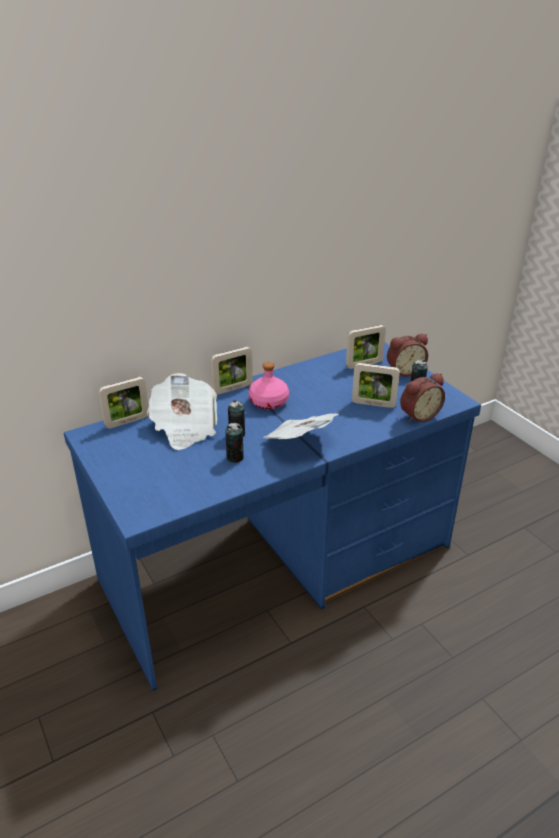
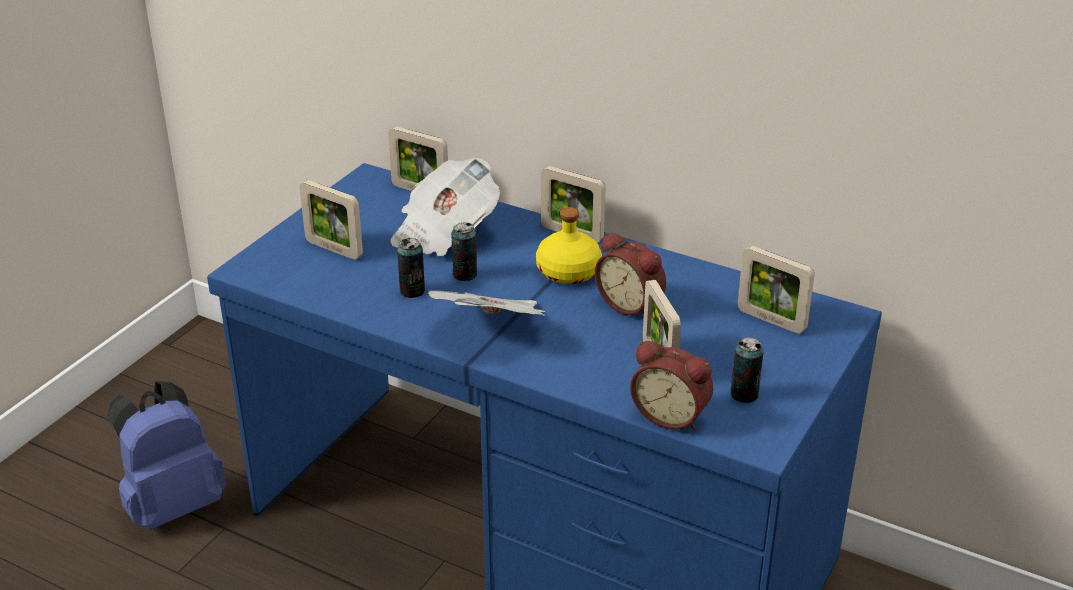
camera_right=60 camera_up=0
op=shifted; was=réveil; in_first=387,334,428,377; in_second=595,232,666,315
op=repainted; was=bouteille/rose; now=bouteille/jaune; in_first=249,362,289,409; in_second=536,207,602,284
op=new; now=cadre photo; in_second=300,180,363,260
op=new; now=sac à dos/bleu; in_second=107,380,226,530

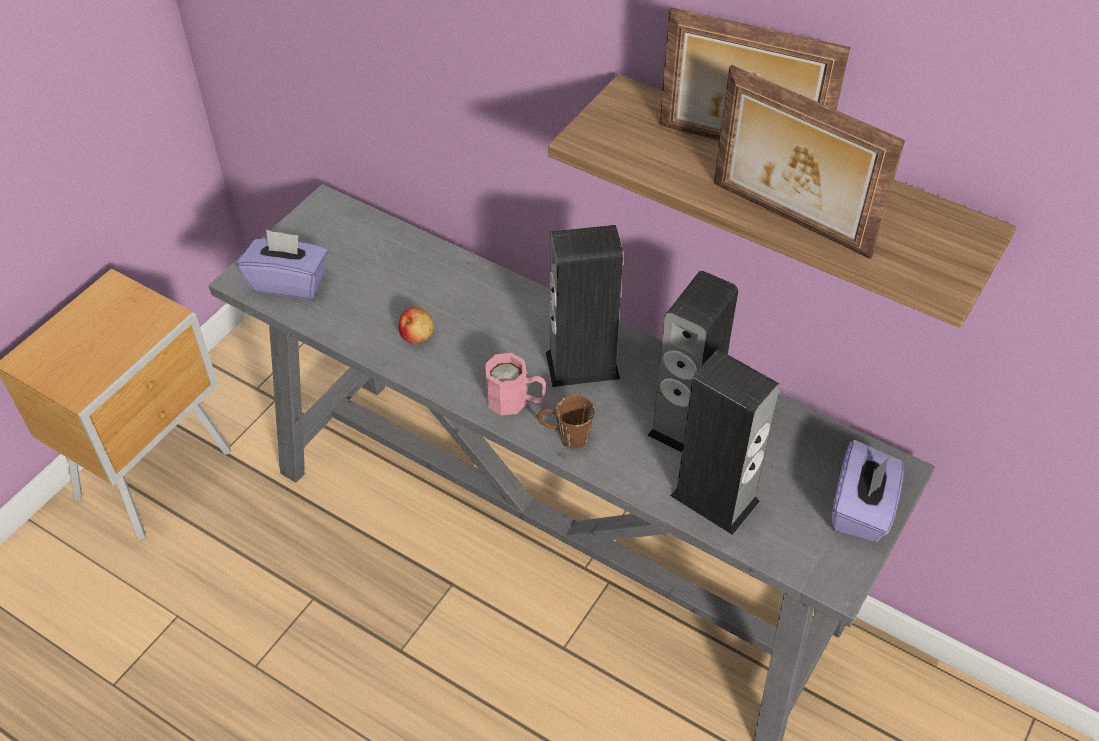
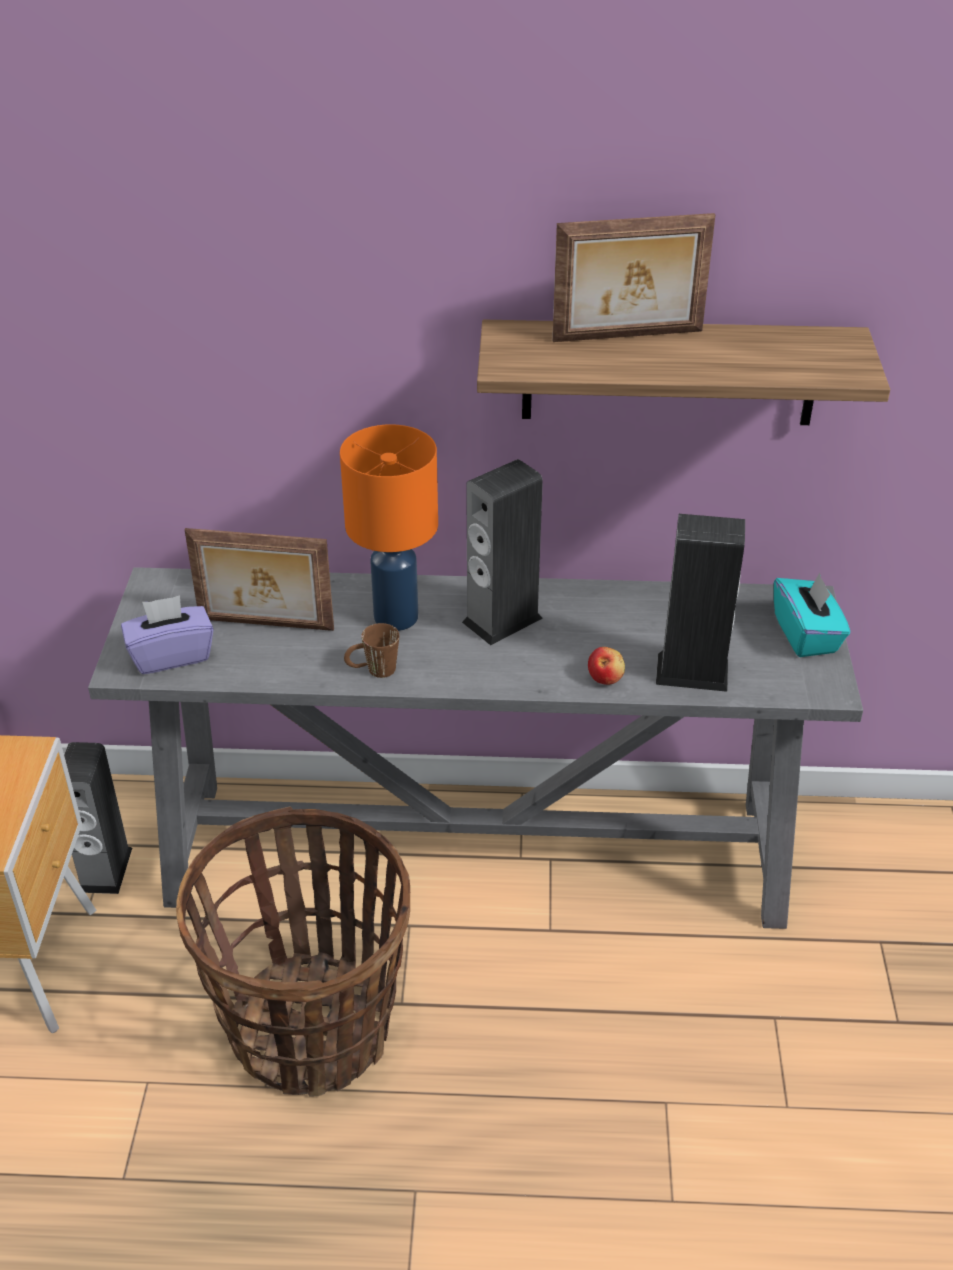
camera_right=-30 camera_up=-10
op=shifted; was=cadre photo; in_first=714,65,905,259; in_second=185,528,334,631
op=shifted; was=enceinte; in_first=647,271,738,452; in_second=64,742,132,894
op=shifted; was=pomme; in_first=399,307,434,344; in_second=588,647,625,685
op=gone; was=mug/rose; in_first=485,353,546,415
op=shifted; was=mug/marron; in_first=537,395,594,449; in_second=344,623,399,678
op=repainted; was=boîte à mouchoirs/violet; now=boîte à mouchoirs/turquoise; in_first=831,440,903,542; in_second=774,573,850,657
op=new; now=lampe de table/orange; in_second=340,424,438,631
op=new; now=panier; in_second=176,806,410,1096

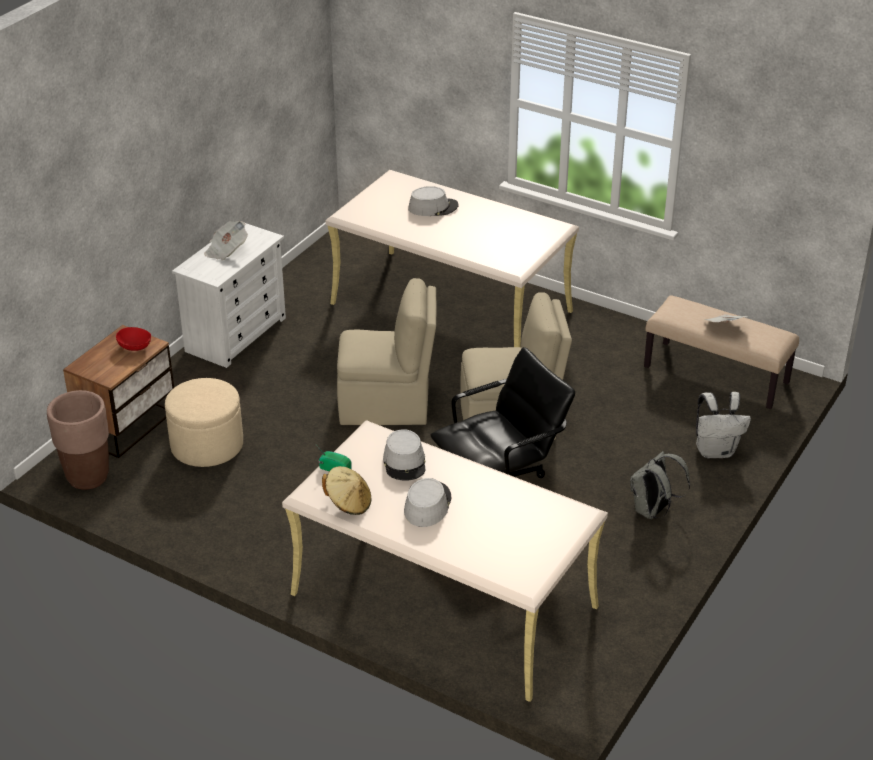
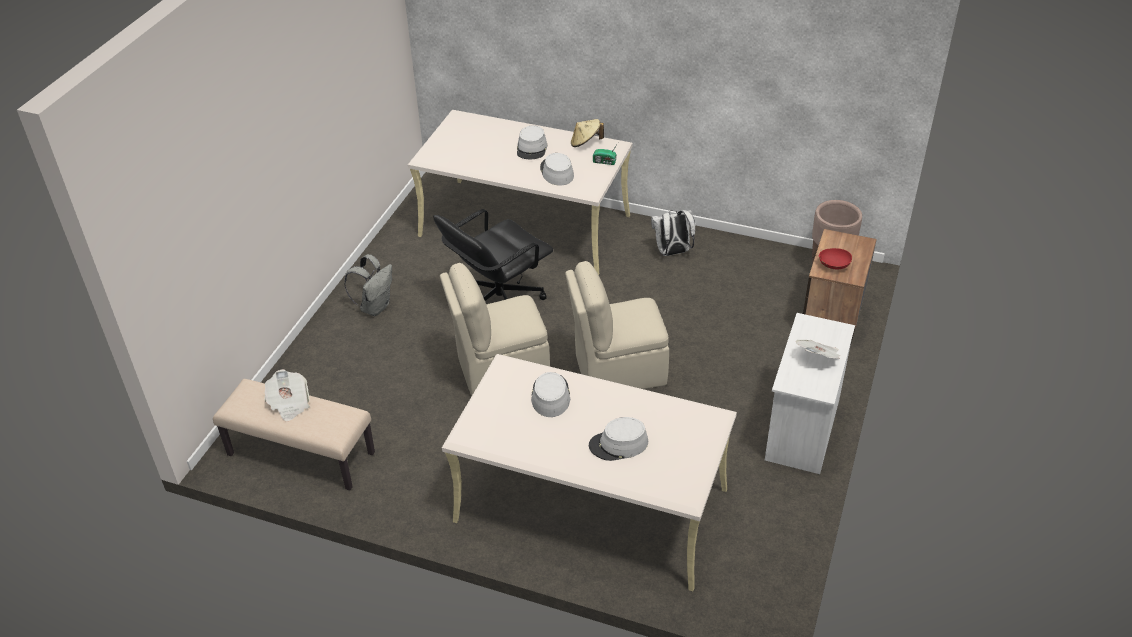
camera_right=170 camera_up=5
op=gone; was=pouf/beige; in_first=165,378,243,467
op=shifted; was=sac à dos/blanc; in_first=696,392,751,458; in_second=651,210,695,256
op=new; now=chapeau/gris; in_second=531,372,570,417

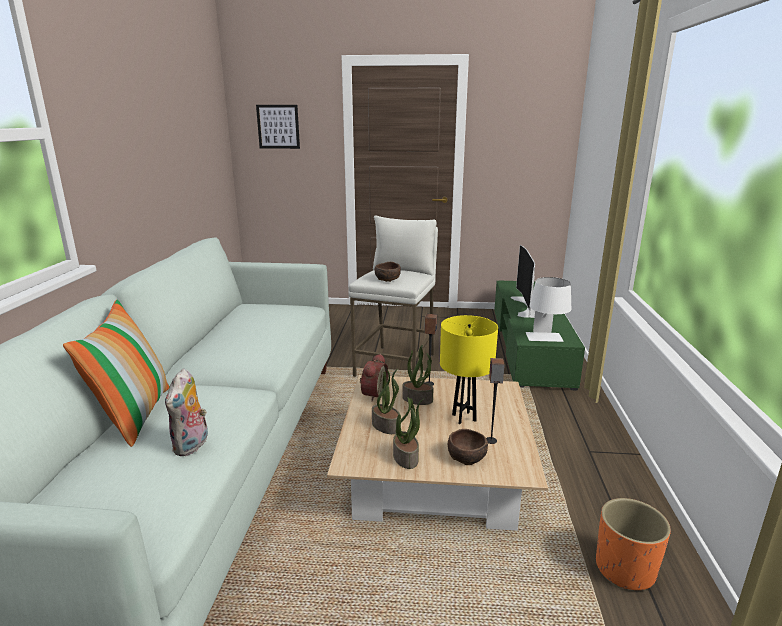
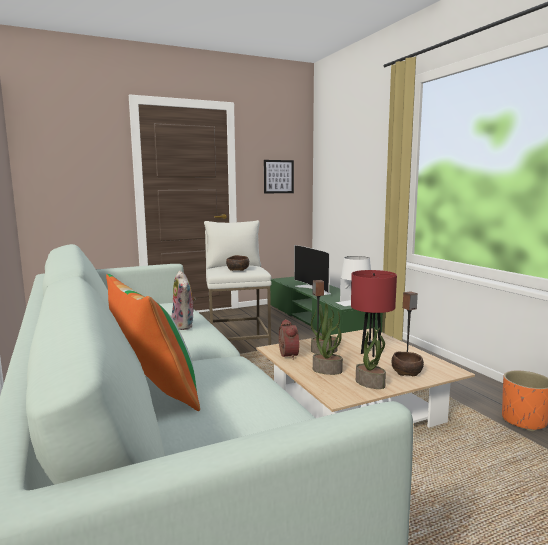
camera_right=-30 camera_up=-10
op=shifted; was=tableau; in_first=256,105,300,149; in_second=264,160,294,194
op=repainted; was=lampe de table/jaune; now=lampe de table/rouge; in_first=440,315,498,424; in_second=351,270,397,357
op=shifted; was=peluche; in_first=165,368,209,456; in_second=172,271,196,330

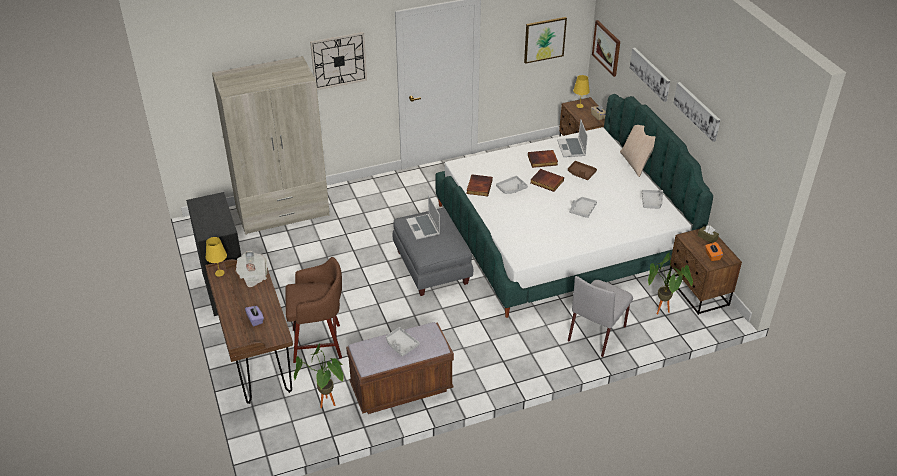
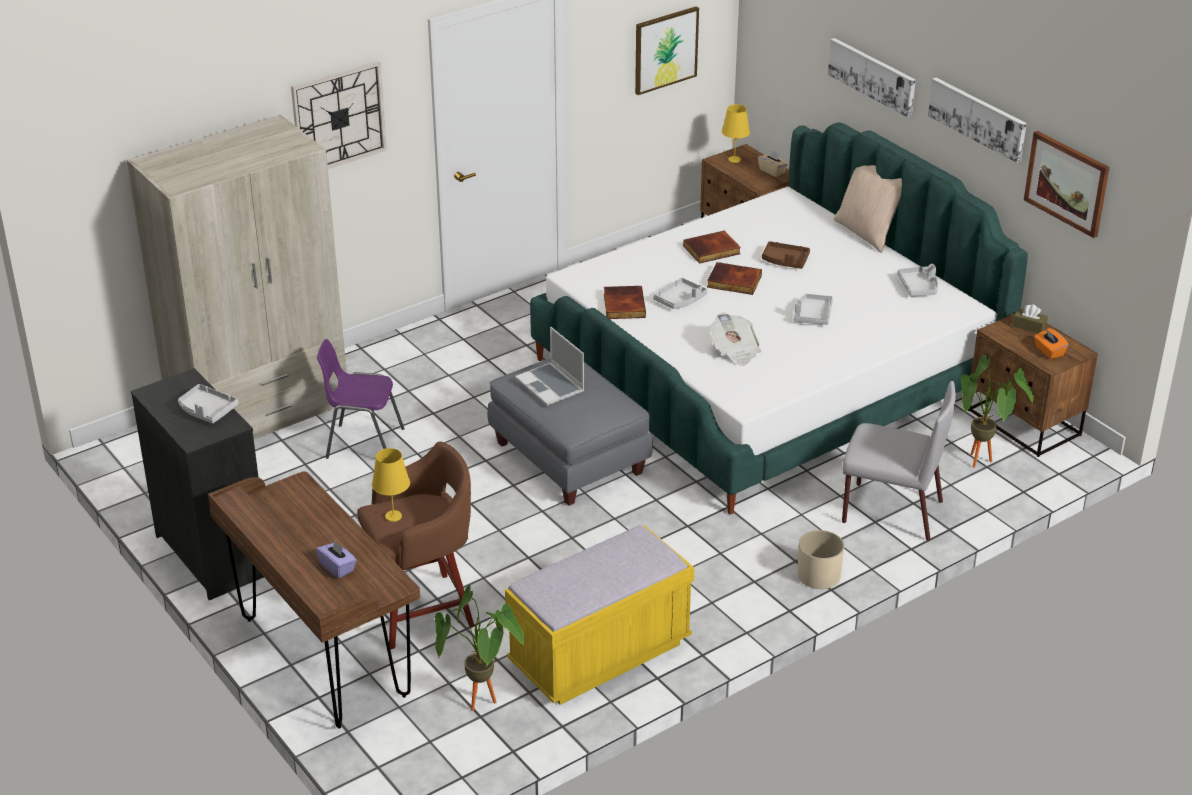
camera_right=-15 camera_up=-5
op=shifted; was=tableau; in_first=592,20,620,77; in_second=1024,131,1109,238
op=gone; was=ordinateur portable; in_first=557,119,588,157
op=shifted; was=lampe de table/jaune; in_first=206,237,227,277; in_second=372,448,410,522
op=shifted; was=journal; in_first=236,251,267,287; in_second=709,313,761,366
op=rotated; was=chaise/gris; in_first=568,276,633,357; in_second=842,381,956,541; clockwise=-90
op=repainted; was=banc/marron; now=banc/jaune; in_first=346,322,454,414; in_second=505,525,694,705
op=shifted; was=plateau/gris; in_first=386,327,419,356; in_second=178,384,239,424
op=new; now=chaise/violet; in_second=317,339,405,459
op=new; now=cache-pot/beige; in_second=797,530,844,589

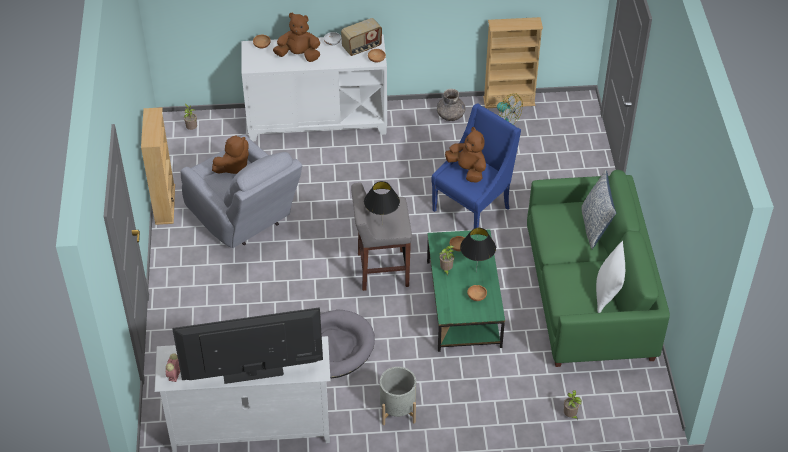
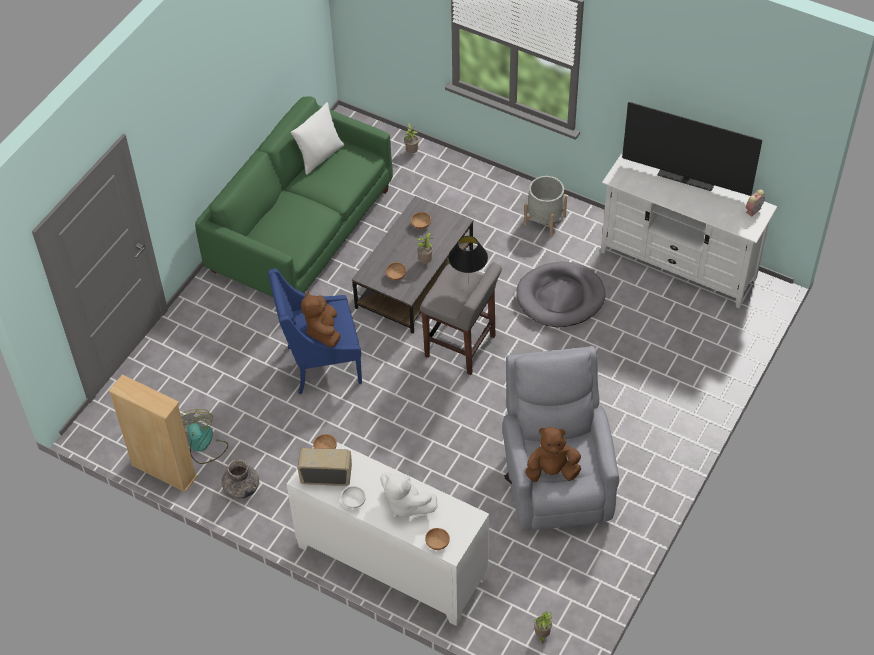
camera_right=-145 camera_up=5
op=repainted; was=peluche/marron; now=peluche/blanc; in_first=273,13,320,62; in_second=380,472,438,518
op=gone; was=bibliothèque/beige; in_first=141,107,175,225
op=gone; was=coussin; in_first=582,170,616,249
op=gone; was=lampe de table/noir; in_first=460,228,496,272
op=repainted; was=table basse/vert; now=table basse/gris; in_first=427,229,505,352; in_second=352,196,474,334

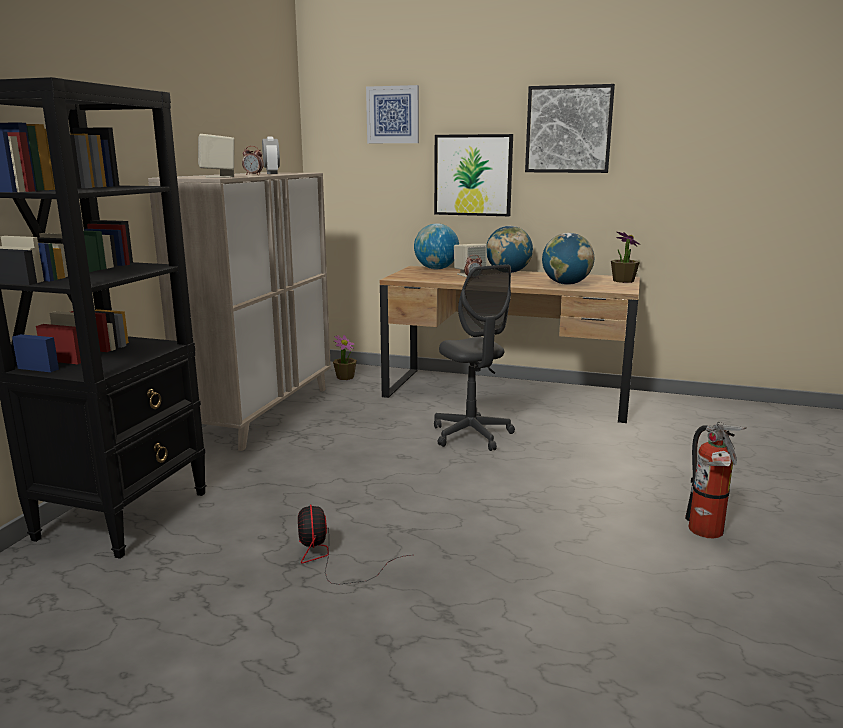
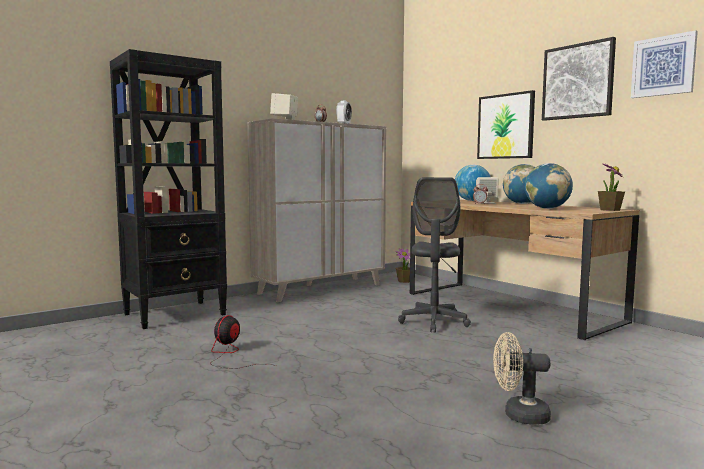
camera_right=35 camera_up=-10
op=shifted; was=tableau; in_first=366,85,419,143; in_second=631,30,698,98
op=swapped; was=extincteur; now=ventilateur/beige; in_first=685,422,746,539; in_second=493,332,551,425

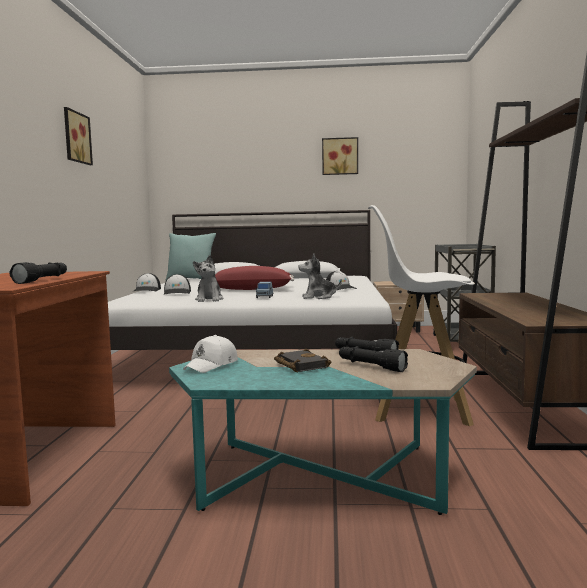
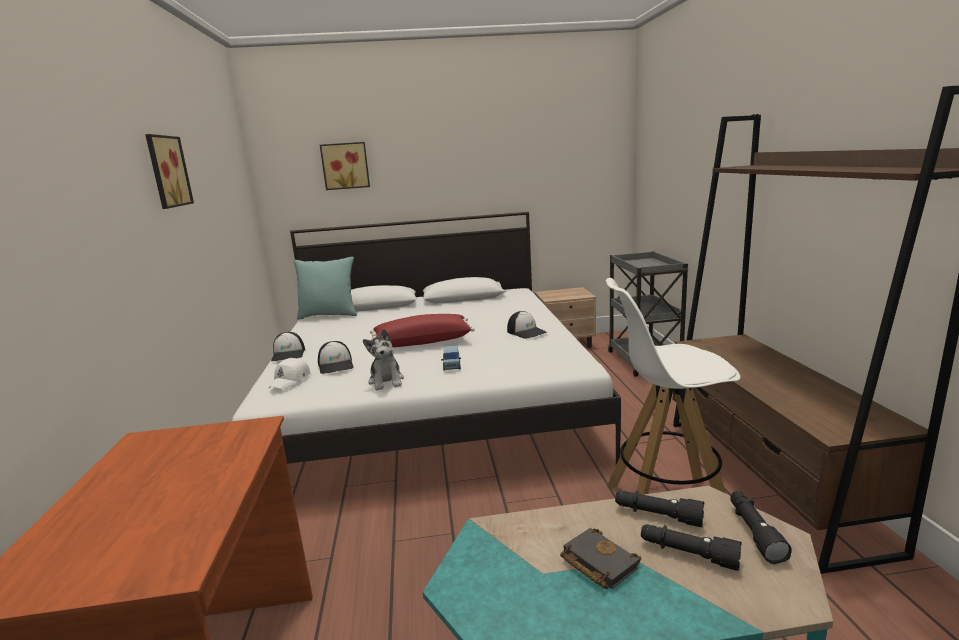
camera_right=-10 camera_up=10
op=shifted; was=tableau; in_first=322,137,358,175; in_second=320,142,370,190
op=gone; was=peluche; in_first=298,253,342,299
op=shifted; was=lampe de poche/noir; in_first=9,262,67,284; in_second=730,491,792,564
op=shifted; was=casquette/blanc; in_first=183,335,238,373; in_second=269,358,310,389

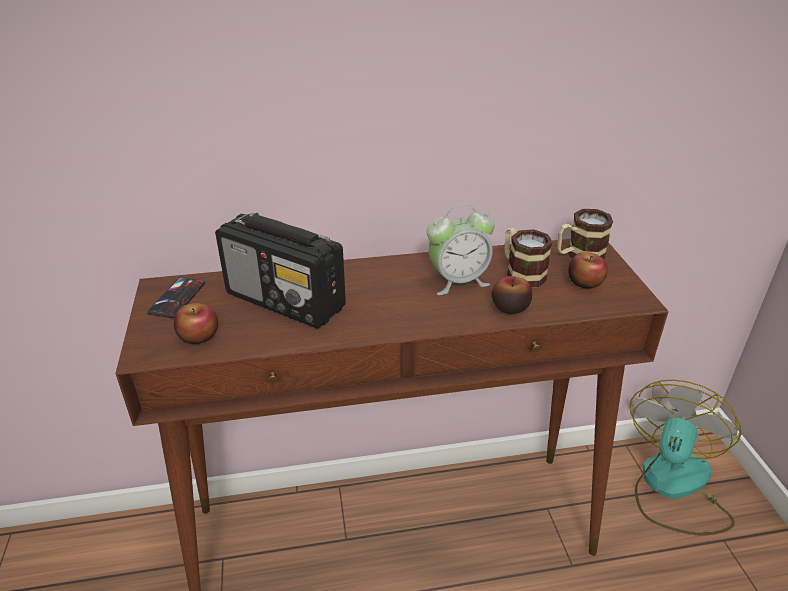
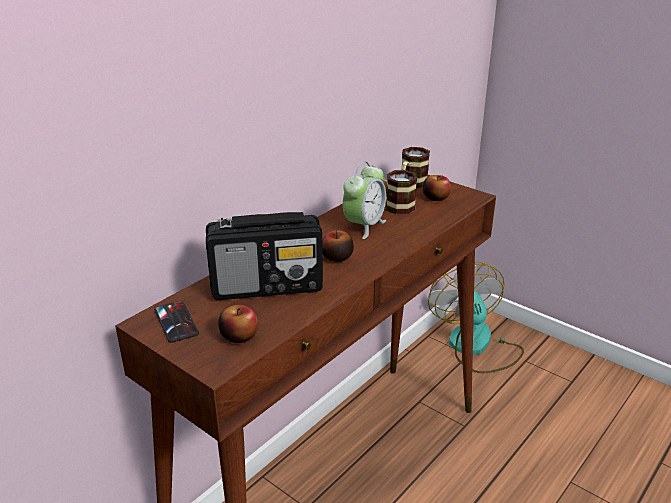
camera_right=-40 camera_up=-5
op=shifted; was=pomme; in_first=492,276,532,314; in_second=322,230,354,262

